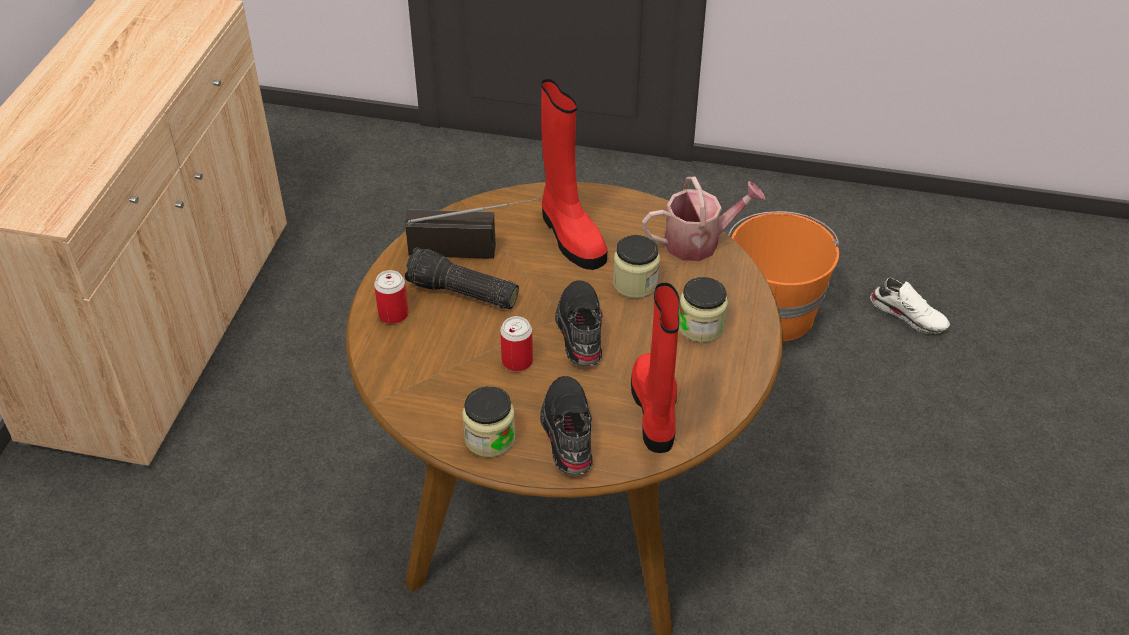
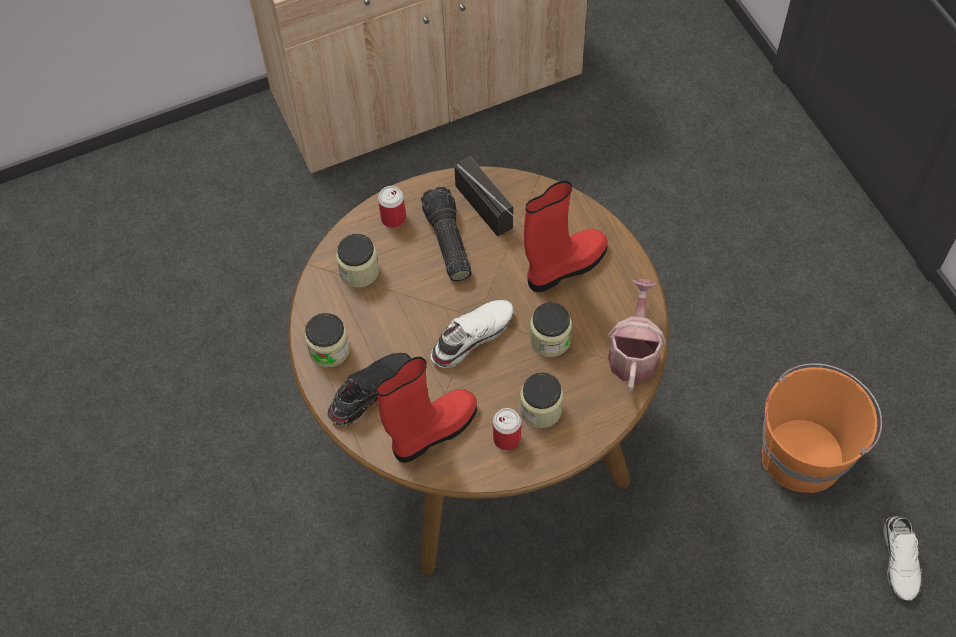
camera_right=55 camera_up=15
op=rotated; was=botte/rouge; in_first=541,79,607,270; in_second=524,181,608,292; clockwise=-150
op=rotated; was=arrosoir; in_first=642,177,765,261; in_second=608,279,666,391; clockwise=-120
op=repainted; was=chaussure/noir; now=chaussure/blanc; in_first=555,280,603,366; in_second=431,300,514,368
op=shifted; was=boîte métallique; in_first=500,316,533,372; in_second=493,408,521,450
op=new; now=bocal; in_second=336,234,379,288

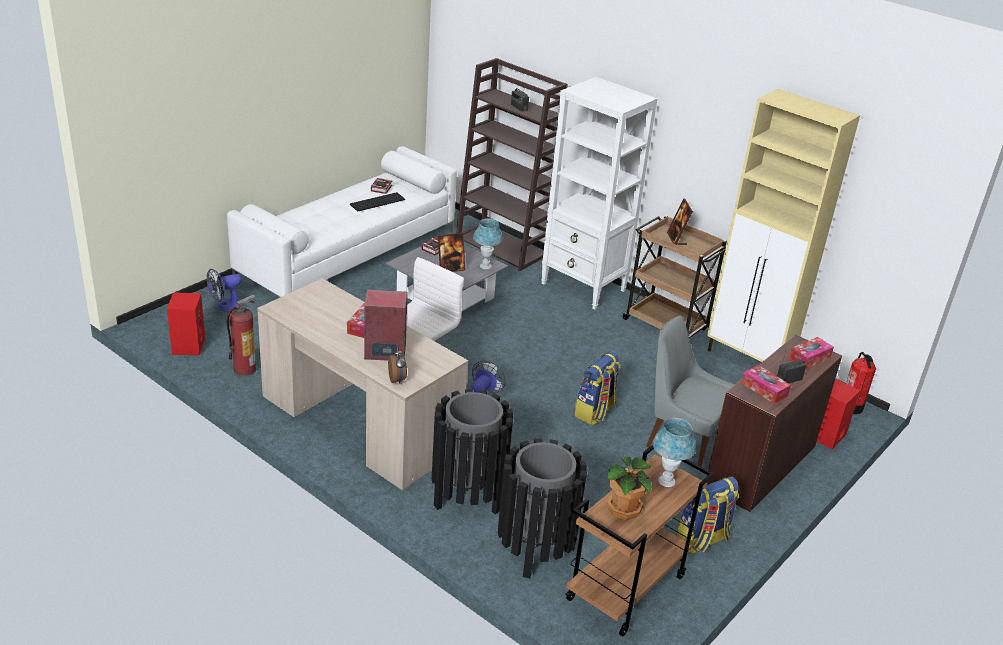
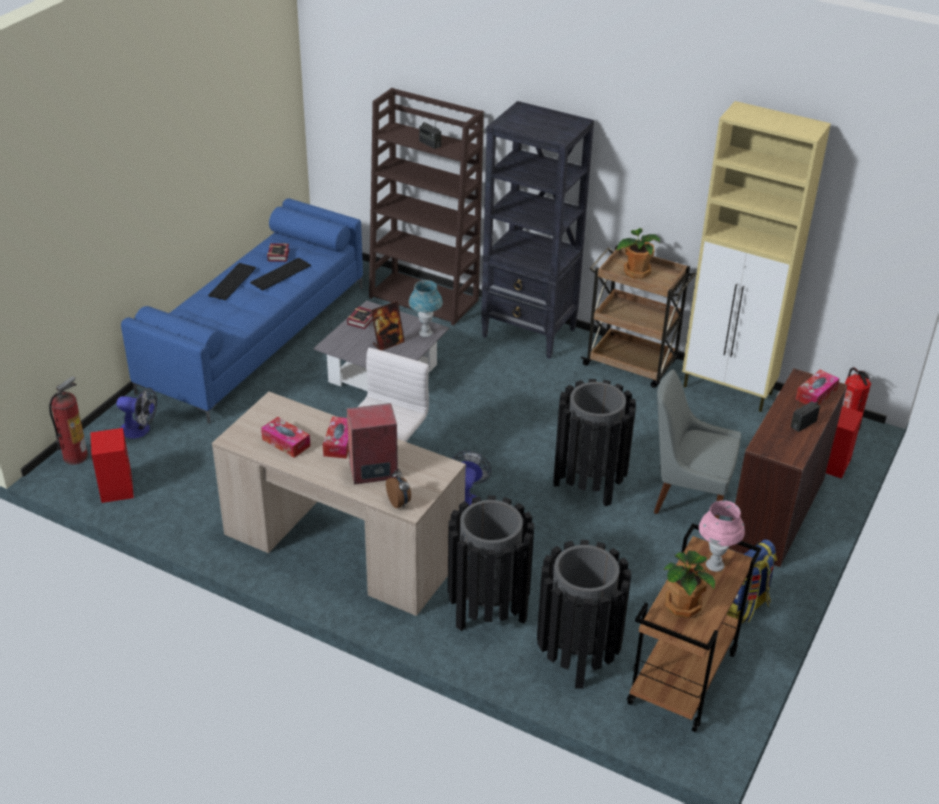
camera_right=-10 camera_up=5
op=repainted; was=bibliothèque/blanc; now=bibliothèque/noir; in_first=541,77,657,309; in_second=481,101,594,359
op=repainted; was=canapé/blanc; now=canapé/bleu; in_first=227,146,457,298; in_second=121,198,363,423
op=swapped; was=cadre photo; now=plante en pot; in_first=667,198,693,245; in_second=616,228,660,279
op=rotated; was=ventilateur; in_first=207,269,241,312; in_second=116,388,157,439; clockwise=-120
op=shifted; was=extincteur; in_first=227,295,256,376; in_second=49,376,88,465
op=swapped; was=sac à dos; now=poubelle/noir; in_first=574,351,621,425; in_second=553,379,636,506
op=shifted; was=boîte à mouchoirs; in_first=742,365,791,404; in_second=261,417,310,458
op=repainted; was=lampe de table/bleu; now=lampe de table/rose; in_first=653,418,696,487; in_second=699,500,745,572
op=new; now=clavier; in_second=208,263,256,300

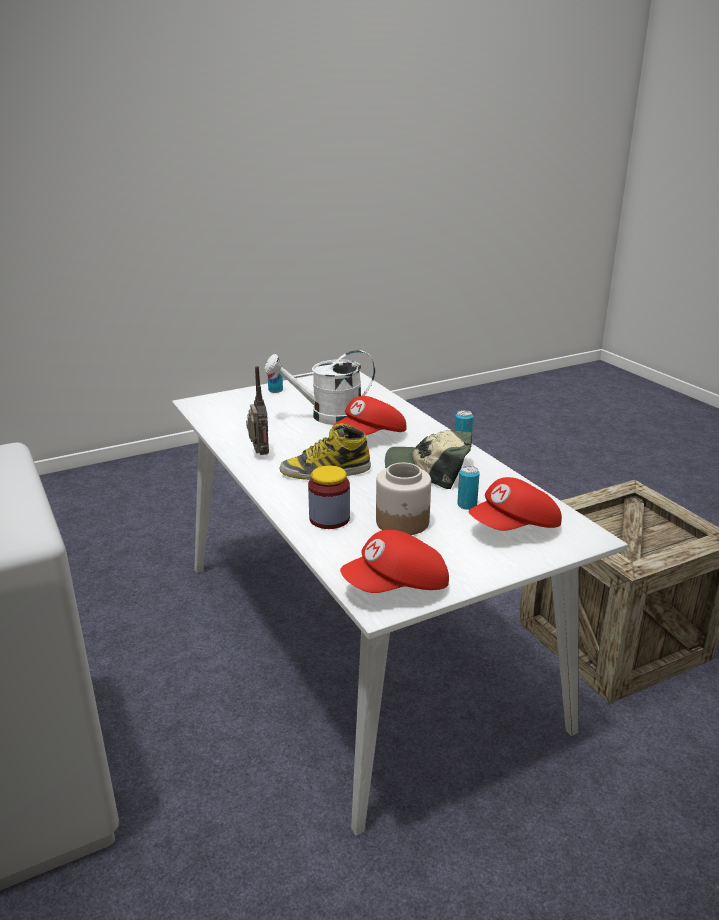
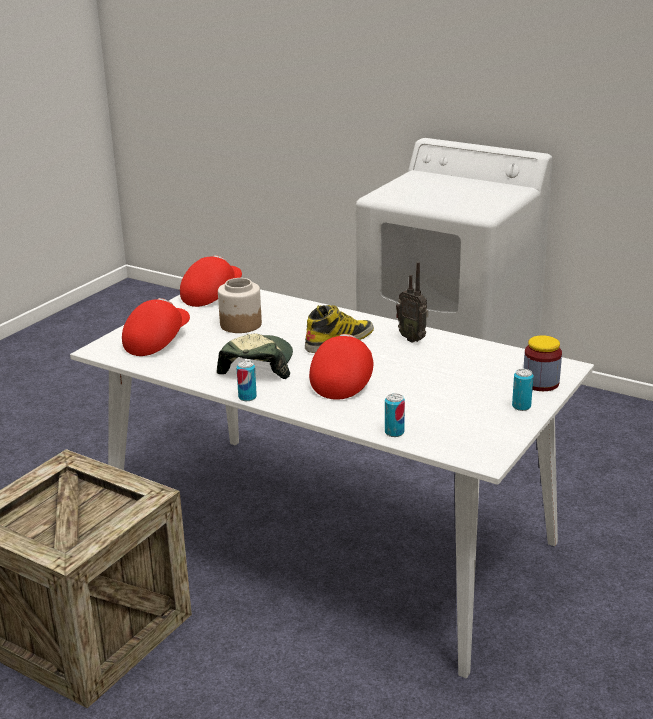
camera_right=150 camera_up=0
op=gone; was=arrosoir/blanc; in_first=265,350,375,425
op=rotated; was=casquette; in_first=385,430,472,489; in_second=217,333,293,379; clockwise=-60
op=shifted; was=bocal; in_first=308,465,350,529; in_second=523,335,562,391
op=shifted; was=boîte métallique; in_first=457,465,480,510; in_second=385,393,405,437

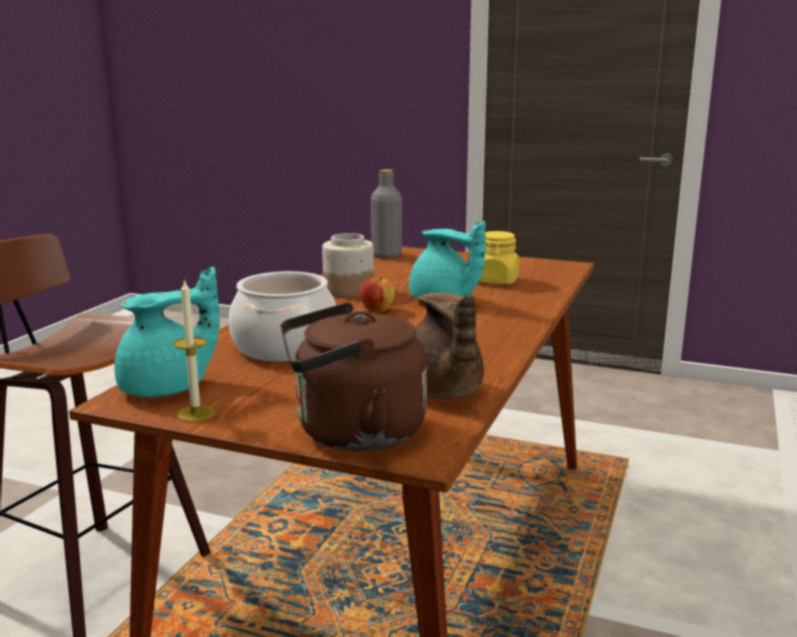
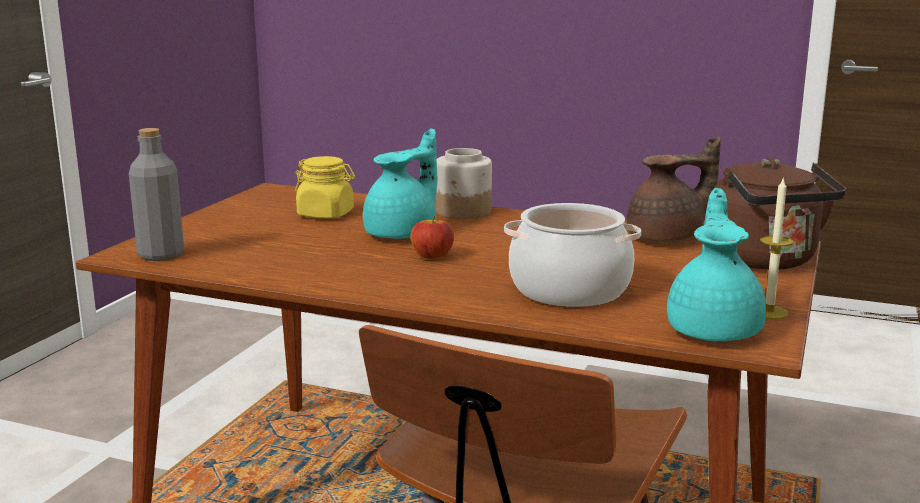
camera_right=-90 camera_up=0
op=shifted; was=bocal; in_first=322,233,374,297; in_second=435,148,492,219
op=rotated; was=théière/turquoise; in_first=114,267,220,397; in_second=667,188,766,341; clockwise=45

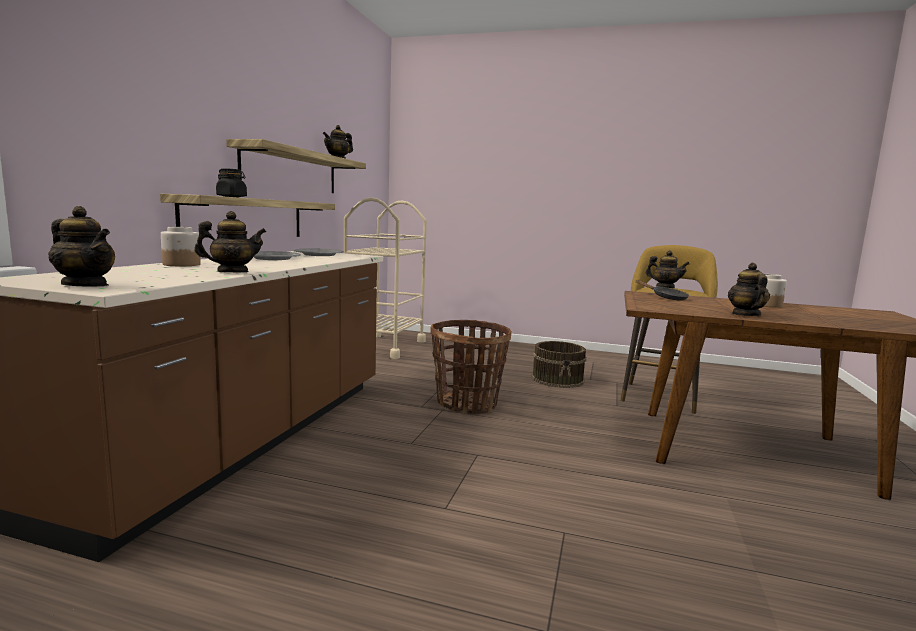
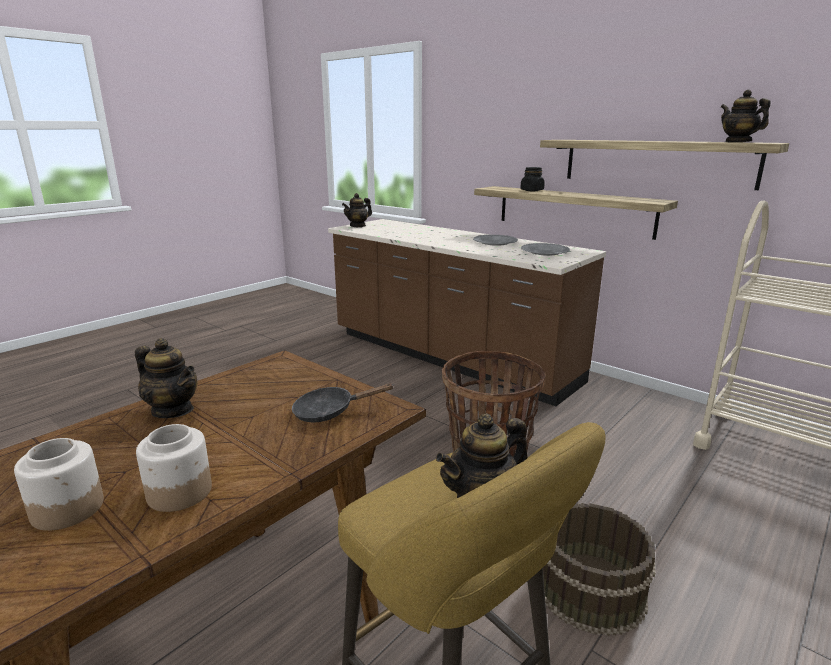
camera_right=115 camera_up=10
op=gone; was=théière; in_first=194,211,267,272
op=shifted; was=bocal; in_first=161,227,201,266; in_second=14,438,104,531

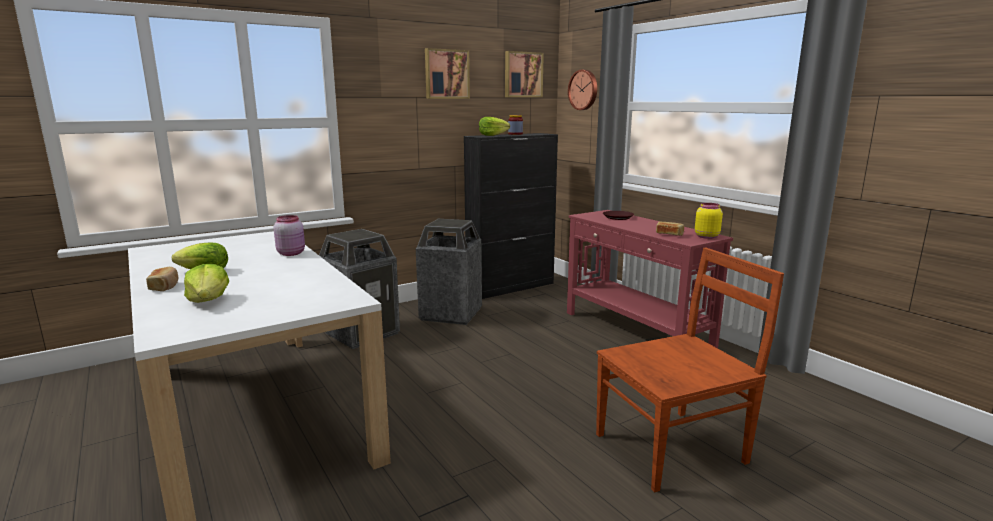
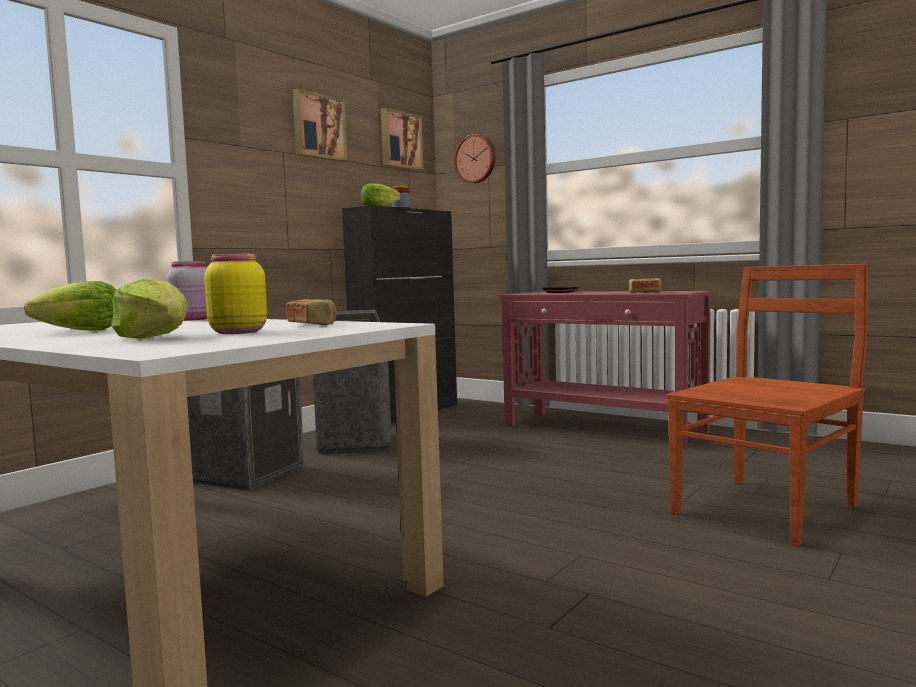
camera_right=-20 camera_up=-10
op=shifted; was=bocal/jaune; in_first=695,203,723,239; in_second=204,254,267,334
op=shifted; was=pain; in_first=146,267,178,291; in_second=286,299,336,326

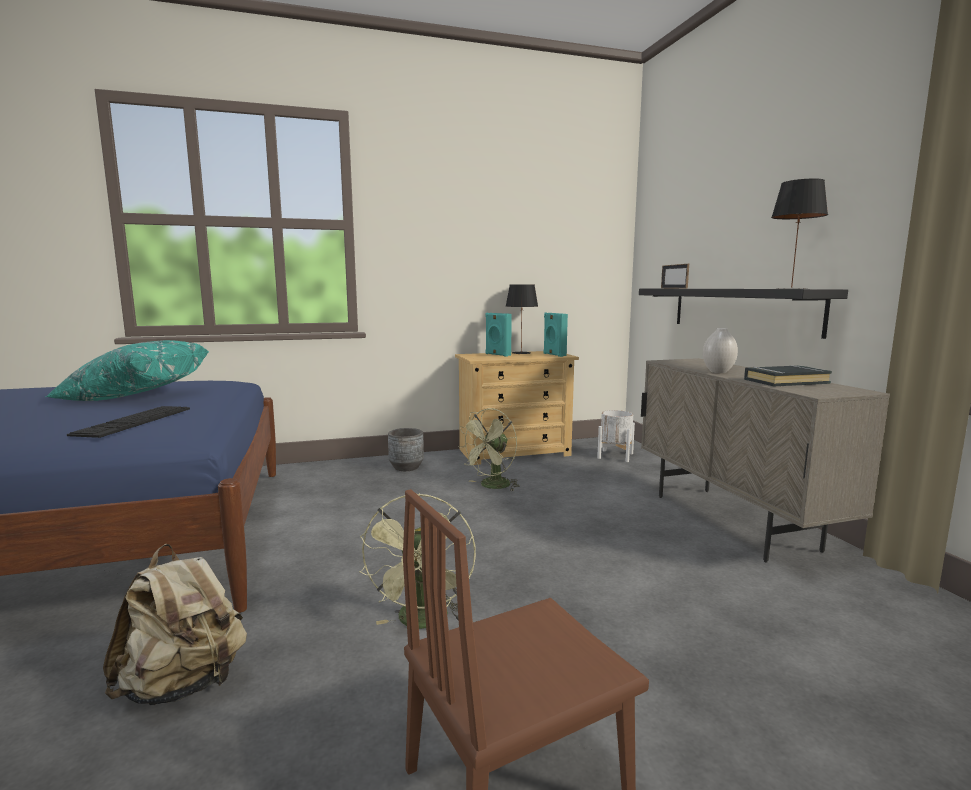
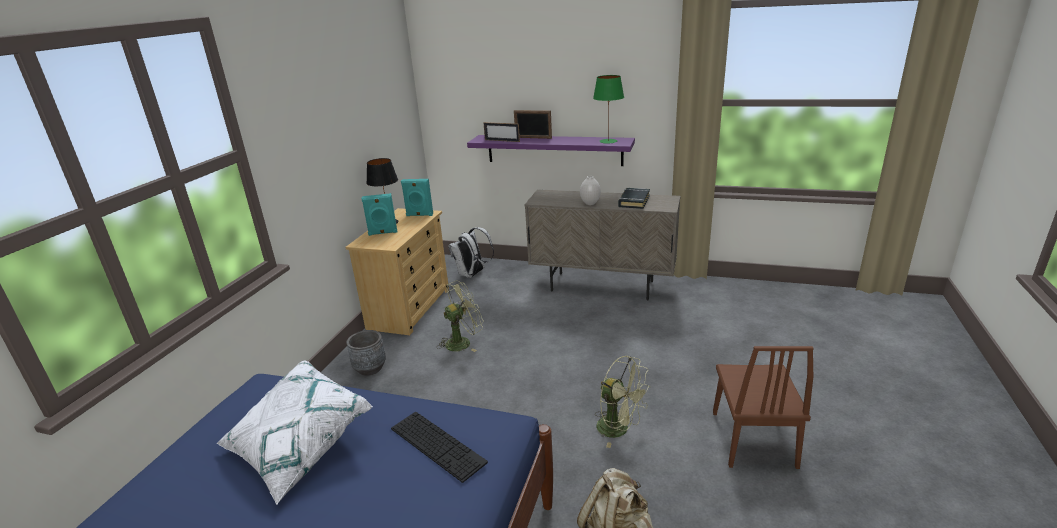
camera_right=-55 camera_up=15
op=repainted; was=lampe de table/noir; now=lampe de table/vert; in_first=771,178,828,289; in_second=593,75,624,143
op=repainted; was=étagère/noir; now=étagère/violet; in_first=639,289,848,339; in_second=467,135,635,166
op=repainted; was=coussin/turquoise; now=coussin/blanc; in_first=46,340,209,401; in_second=216,360,373,505
op=rotated; was=ventilateur/vert; in_first=458,408,520,491; in_second=437,280,484,352; clockwise=-105
op=swapped; was=cache-pot/blanc; now=sac à dos/blanc; in_first=597,410,635,462; in_second=448,227,494,278
op=new; now=cadre photo; in_second=514,110,552,139

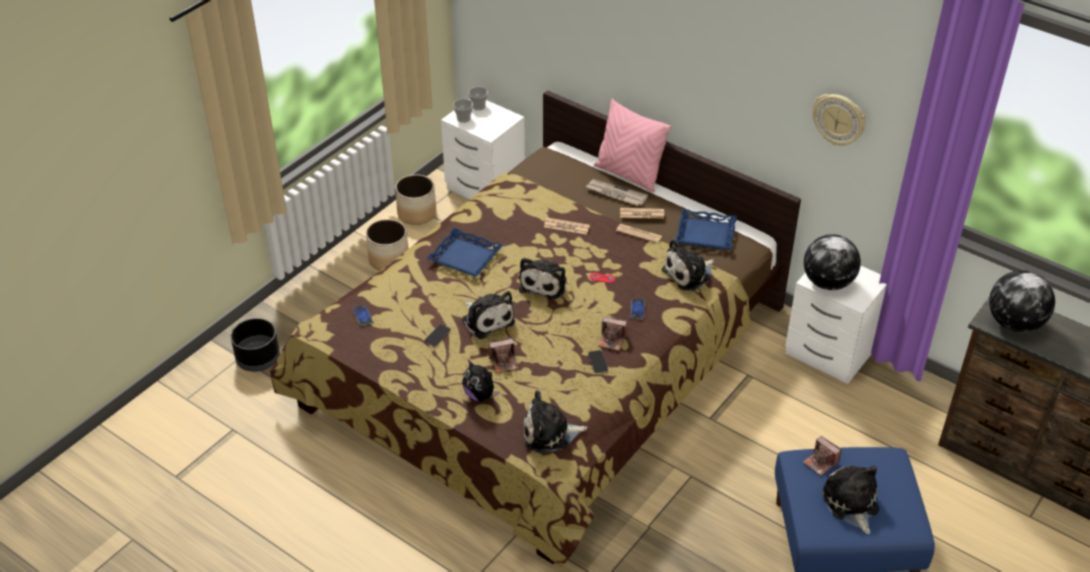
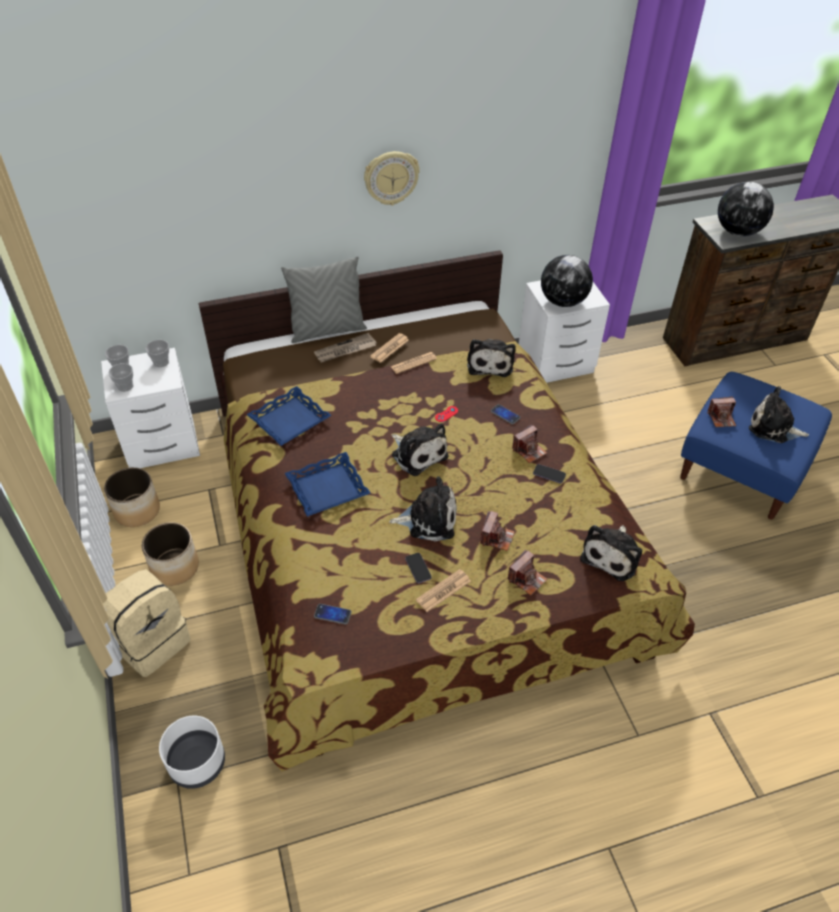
camera_right=-55 camera_up=5
op=shifted; was=horloge murale; in_first=813,94,866,146; in_second=364,151,420,206
op=repainted; was=coussin/rose; now=coussin/gris; in_first=594,99,672,192; in_second=281,256,367,343
op=shifted; was=plateau/bleu; in_first=675,209,737,250; in_second=247,386,332,446
op=shifted; was=journal; in_first=544,218,590,235; in_second=416,569,471,612
op=repainted; was=cache-pot/noir; now=cache-pot/blanc; in_first=231,318,280,372; in_second=159,716,225,789
op=swapped; was=peluche; now=appareil photo; in_first=462,360,499,402; in_second=507,549,547,595
op=new; now=tasse; in_second=146,340,169,367
op=new; now=sac à dos/beige; in_second=103,569,190,677

